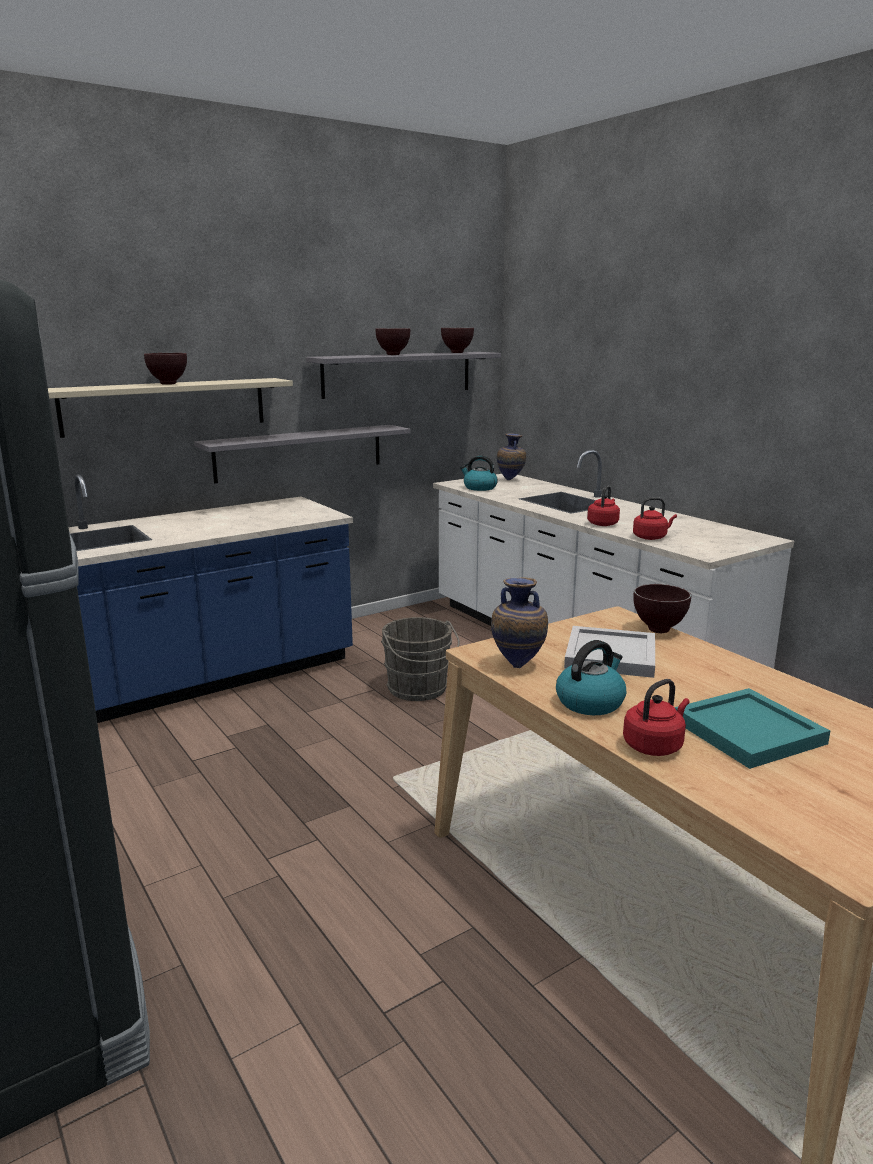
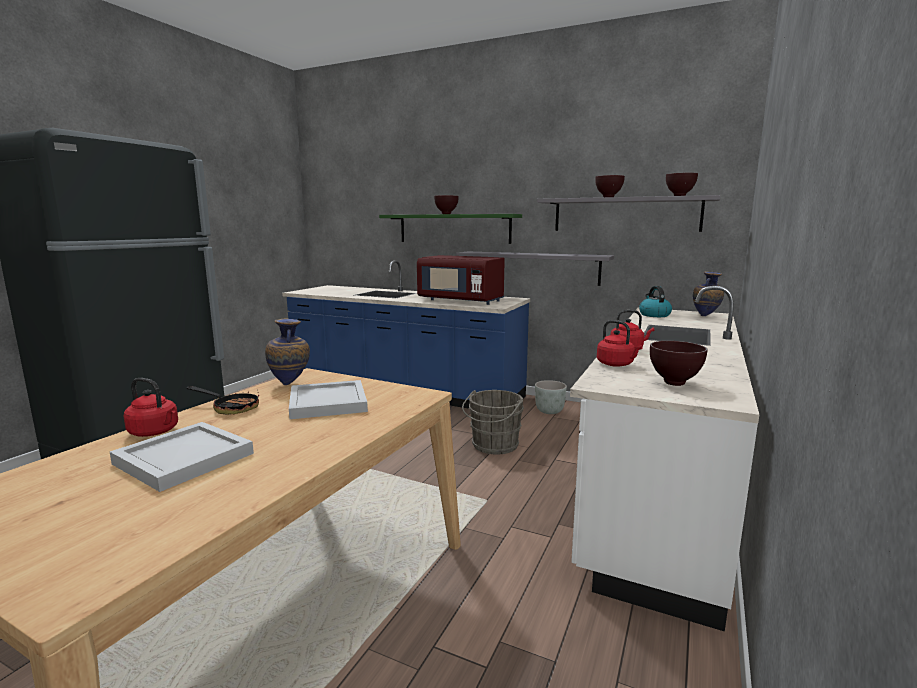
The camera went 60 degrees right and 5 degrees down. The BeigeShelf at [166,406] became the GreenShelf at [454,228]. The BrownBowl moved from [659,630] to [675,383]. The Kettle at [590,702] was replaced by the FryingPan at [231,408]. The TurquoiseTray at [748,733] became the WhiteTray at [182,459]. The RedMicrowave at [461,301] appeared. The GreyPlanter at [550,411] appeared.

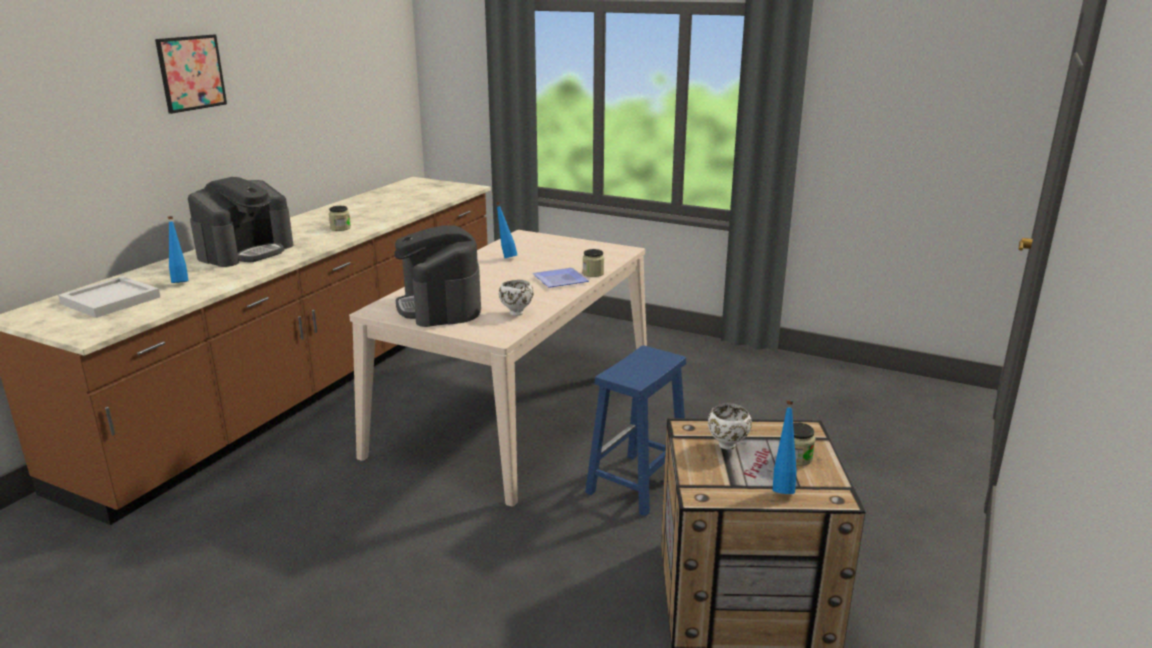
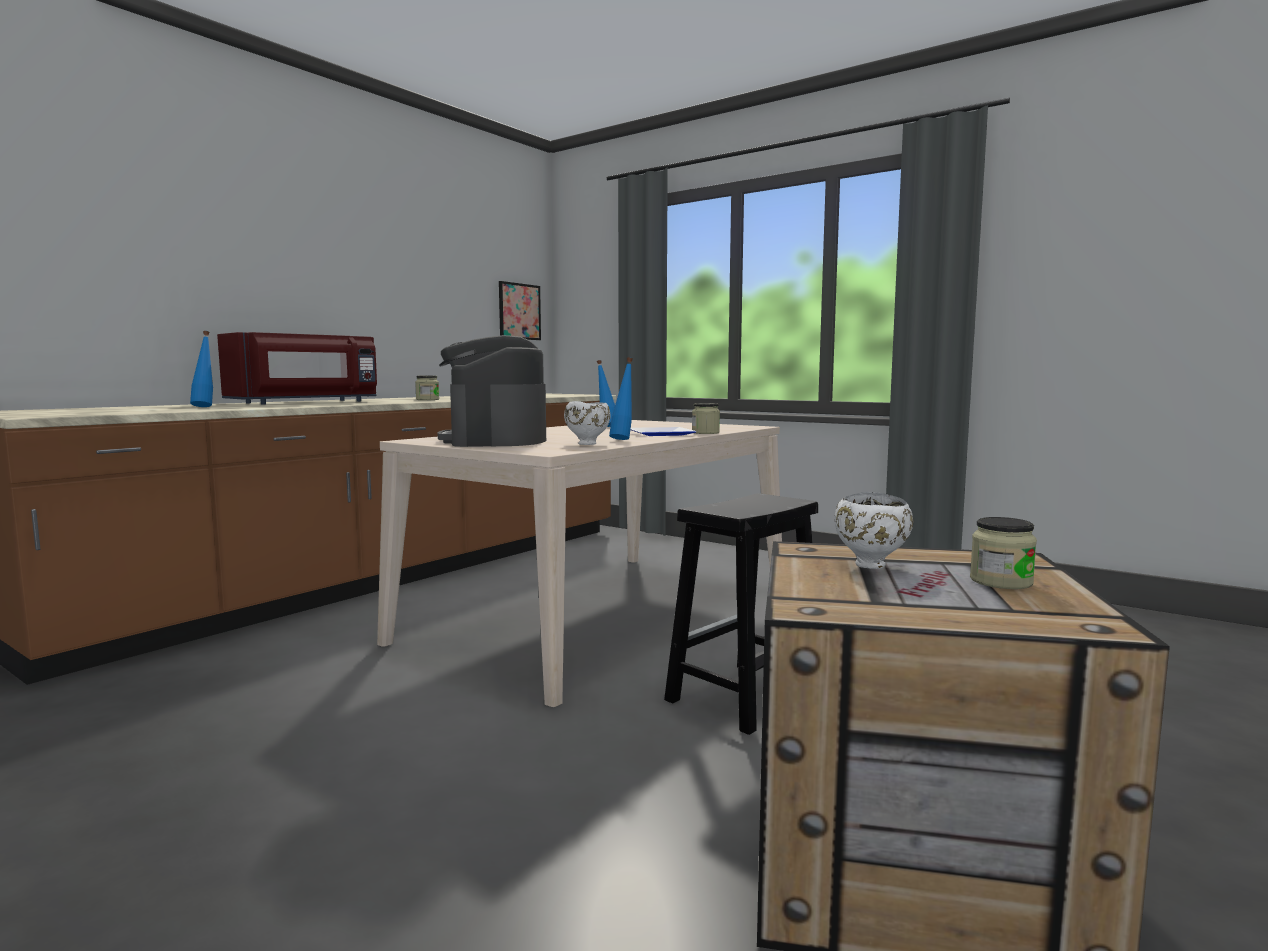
The camera went 10 degrees right and 15 degrees down. The Picture moved from [191,73] to [519,311]. The CoffeeMachine at [246,251] was replaced by the RedMicrowave at [306,402]. The WhiteTray at [112,300] disappeared. The BlueStool at [637,484] became the BlackStool at [744,697]. The BlueBottle moved from [782,487] to [623,439].

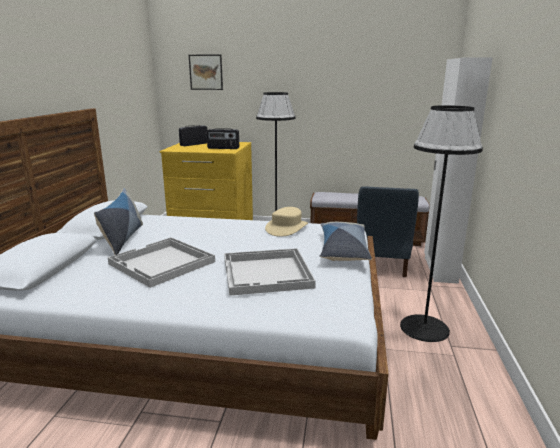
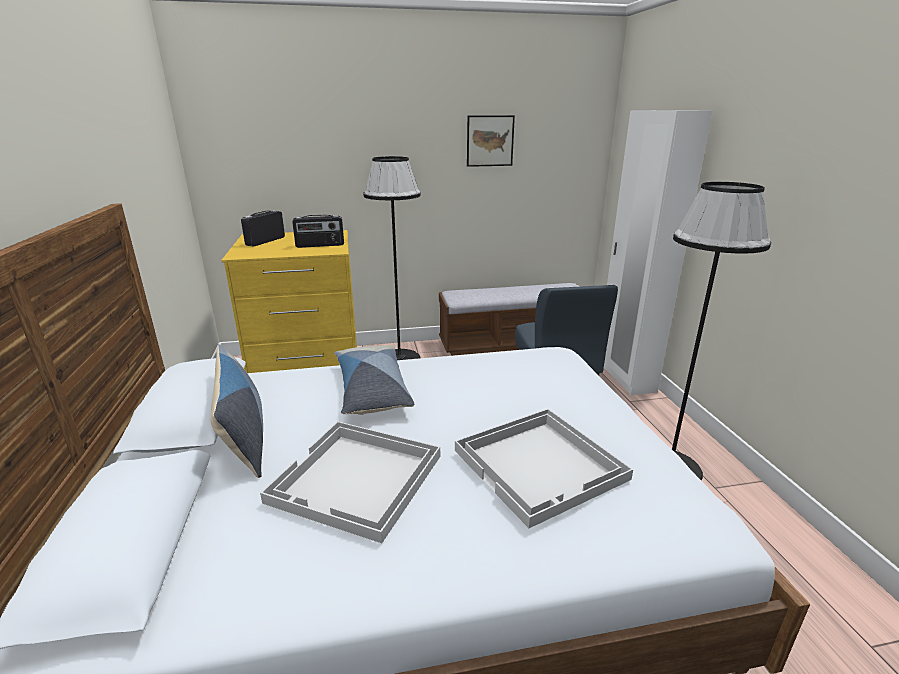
The camera went 20 degrees left and 5 degrees up. The Picture moved from [206,72] to [490,141]. The BeigeHat at [286,228] disappeared. The Pillow moved from [343,250] to [371,389].

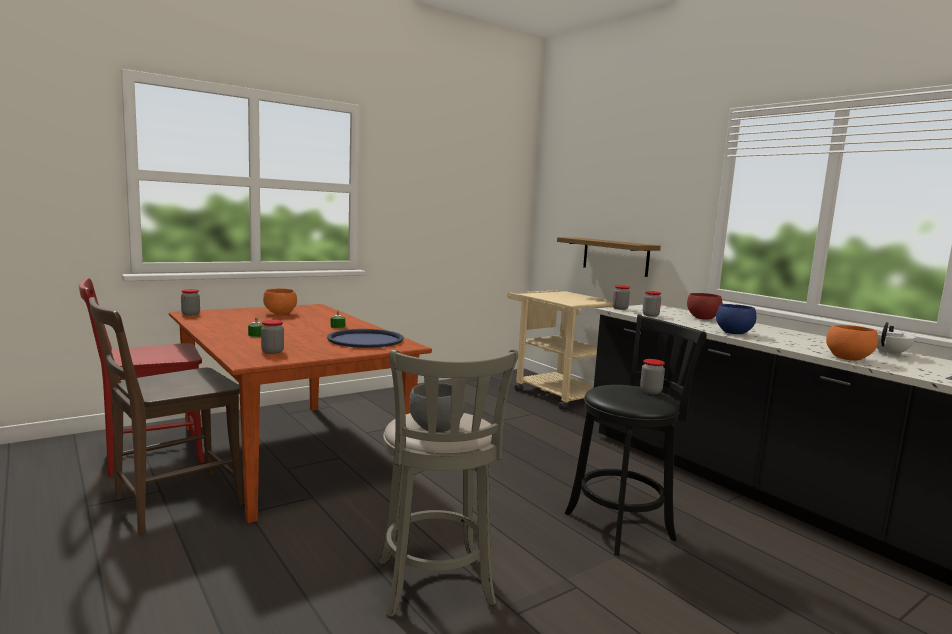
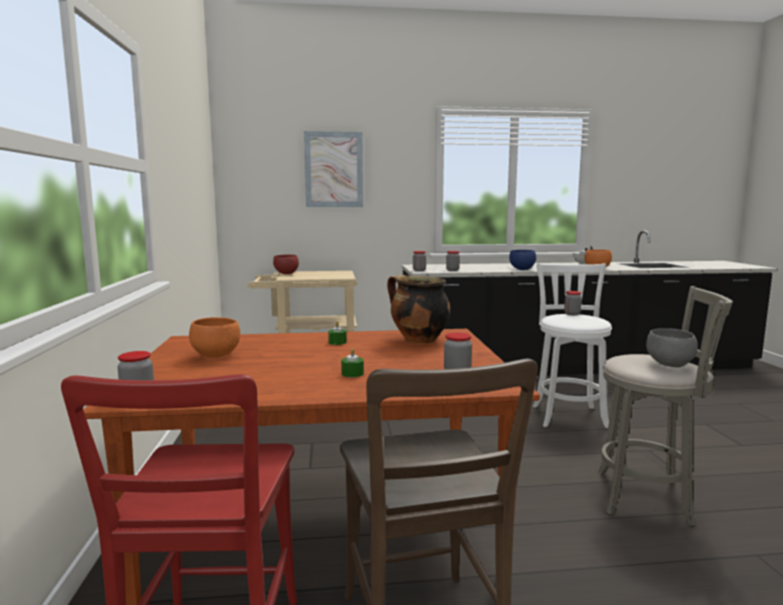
The camera went 60 degrees left and 0 degrees up. The Shelf at [615,256] disappeared. The RedBowl moved from [702,318] to [286,273]. The BlackStool at [623,525] became the WhiteStool at [568,415]. The BlueTray at [365,340] was replaced by the CookingPot at [418,340]. The Picture at [334,169] appeared.

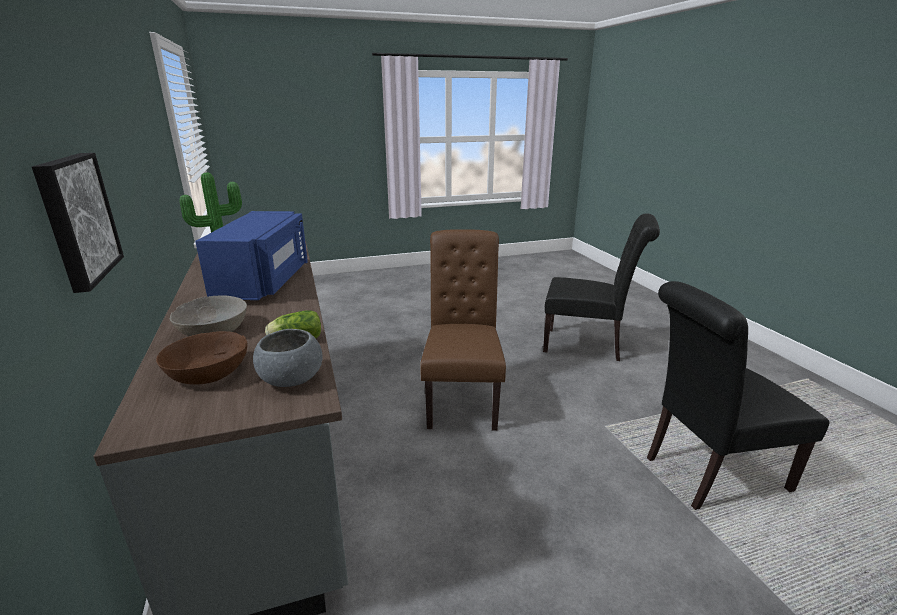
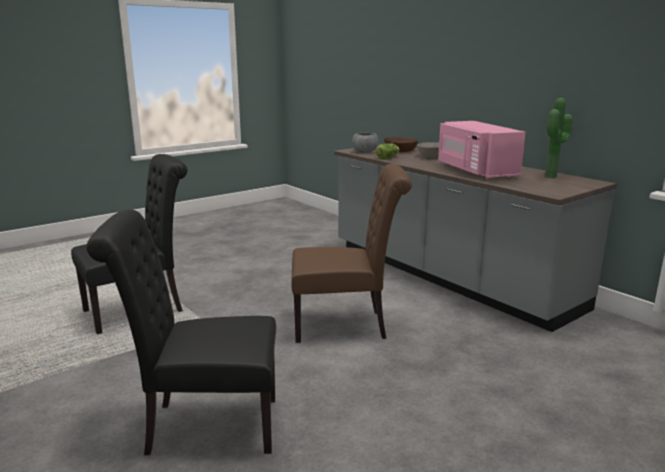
The camera went 160 degrees right and 5 degrees down. The Picture at [76,219] disappeared. The BlueMicrowave at [265,282] became the PinkMicrowave at [475,171]. The BrownChair at [462,398] turned 75 degrees counterclockwise.

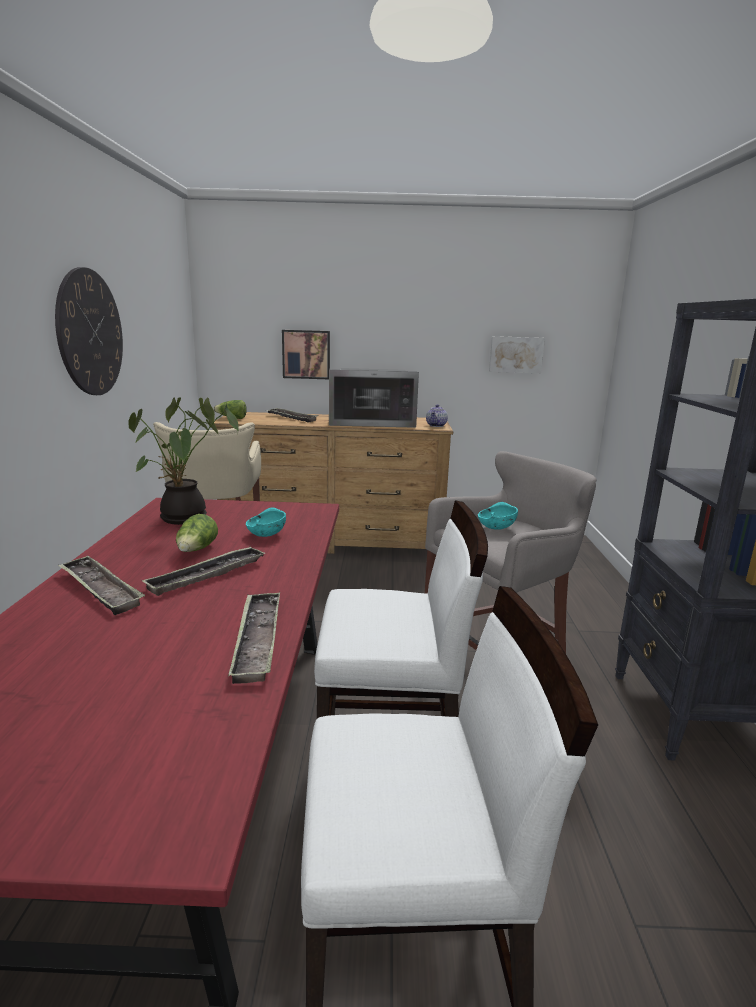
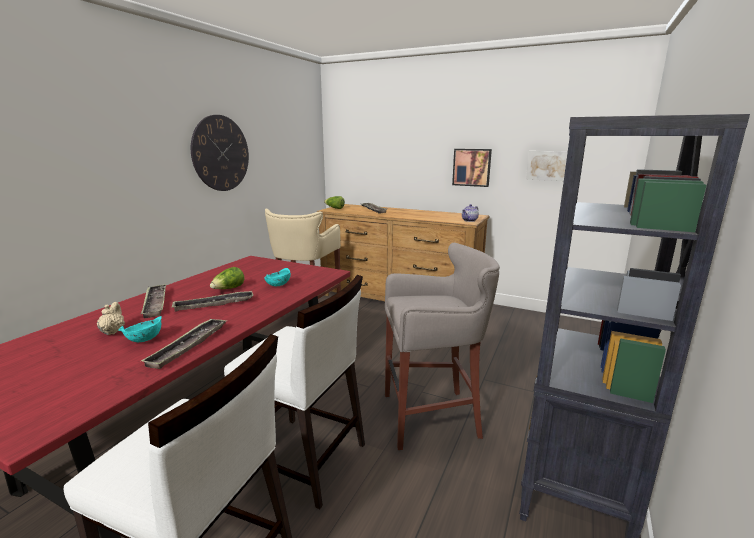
The camera went 25 degrees right and 0 degrees up. The Picture moved from [306,354] to [472,167]. The Microwave at [372,422] disappeared. The PottedPlant at [185,519] disappeared. The TurquoiseBowl moved from [496,528] to [144,340]. The BeigeTeapot at [113,331] appeared.

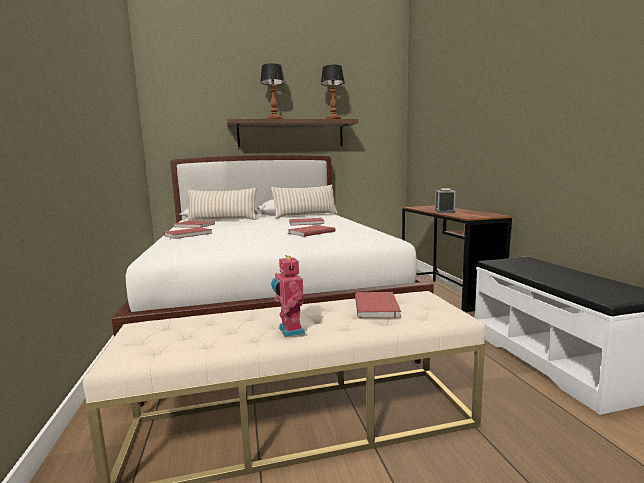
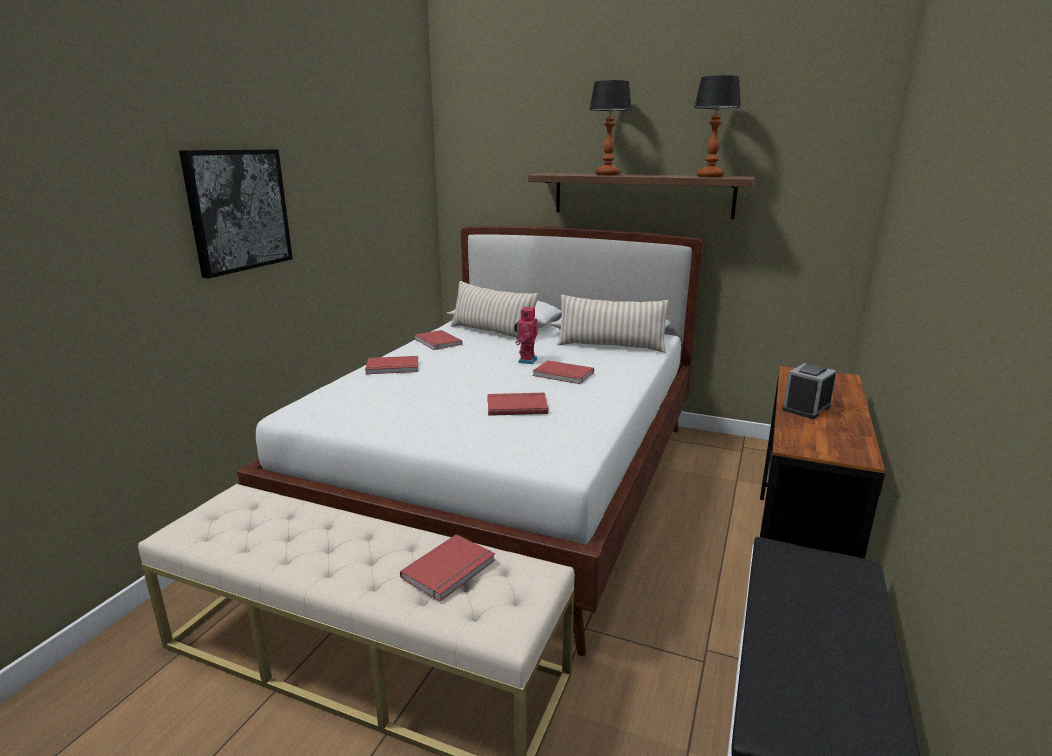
The camera went 35 degrees right and 10 degrees up. The ToyRobot moved from [289,331] to [526,360]. The Picture at [238,210] appeared.

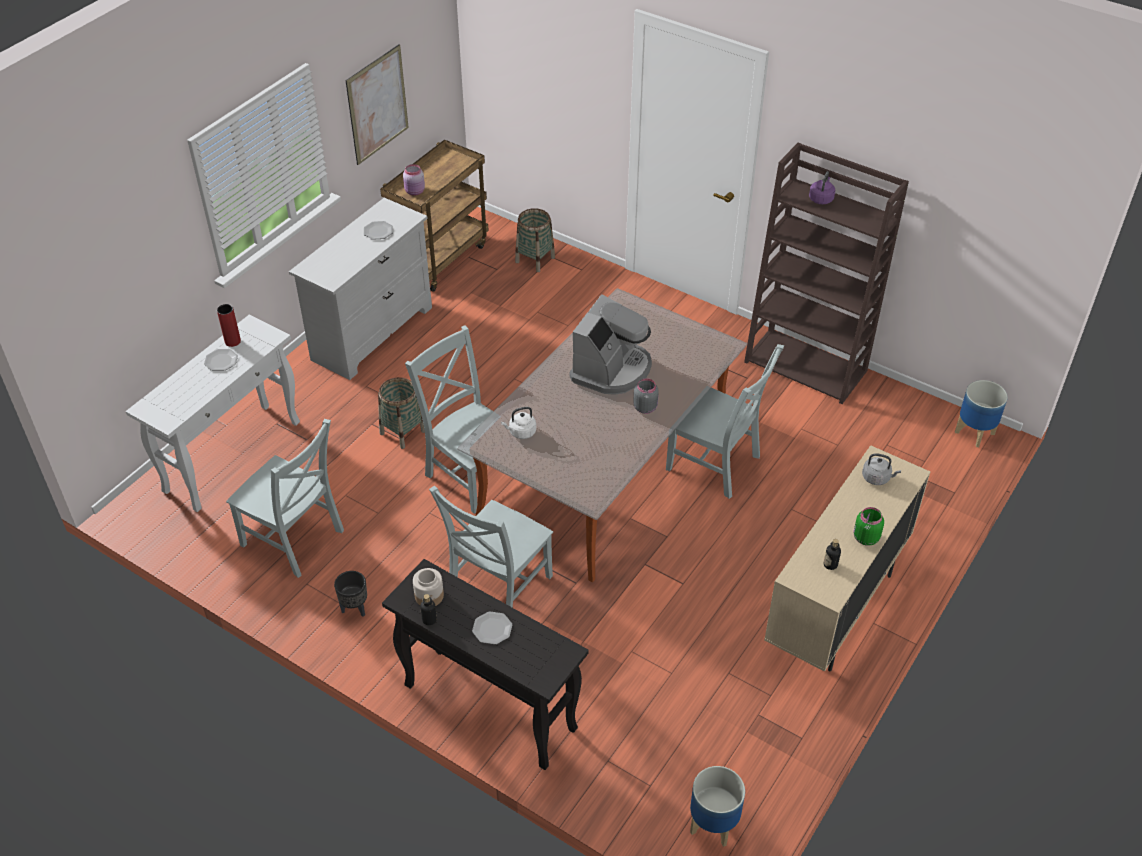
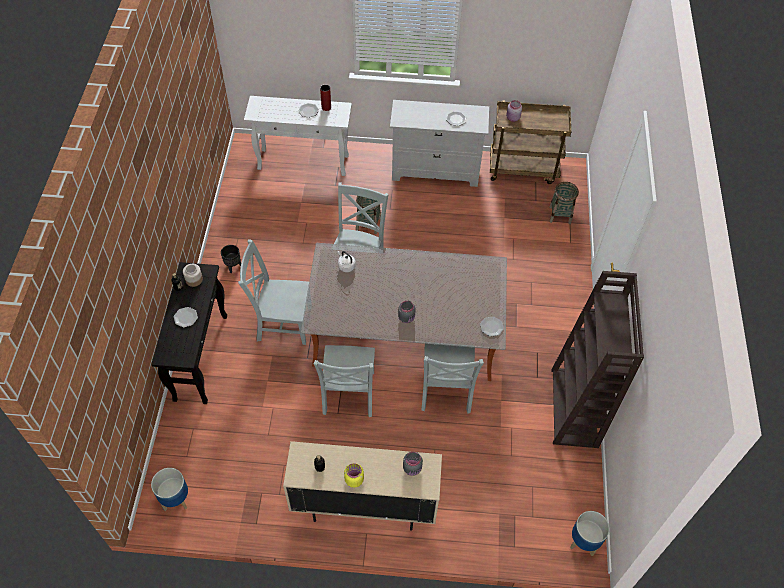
The camera went 60 degrees right and 10 degrees up. The Picture at [377,104] disappeared. The PurpleKettle at [821,198] disappeared. The CoffeeMachine at [612,369] disappeared. The GreyChair moved from [295,540] to [348,395]. The GreyKettle at [877,478] was replaced by the GreyJar at [412,468]. The GreenJar at [865,538] became the YellowJar at [354,479]. The Plate at [491,327] appeared.

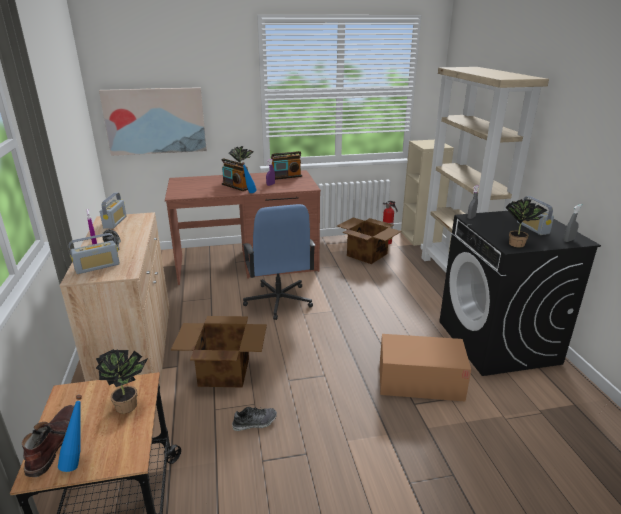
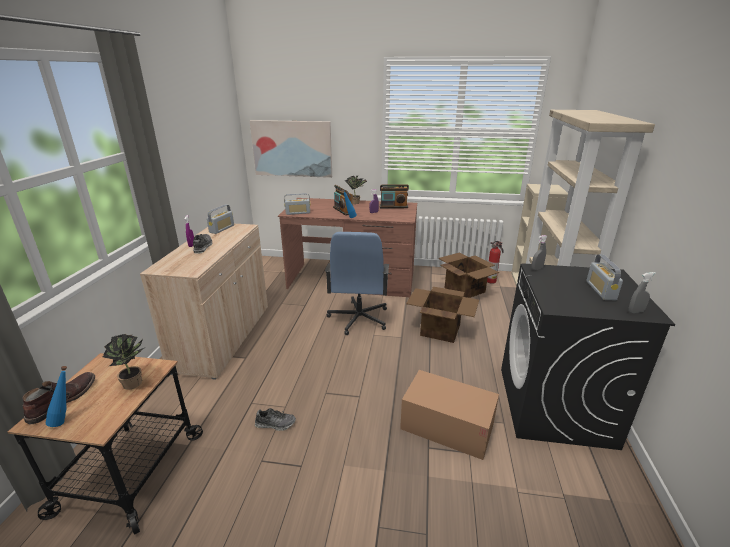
The camera went 20 degrees right and 0 degrees up. The PottedPlant at [518,243] disappeared. The Radio moved from [97,267] to [298,213]. The CardboardBox moved from [223,371] to [439,329].

